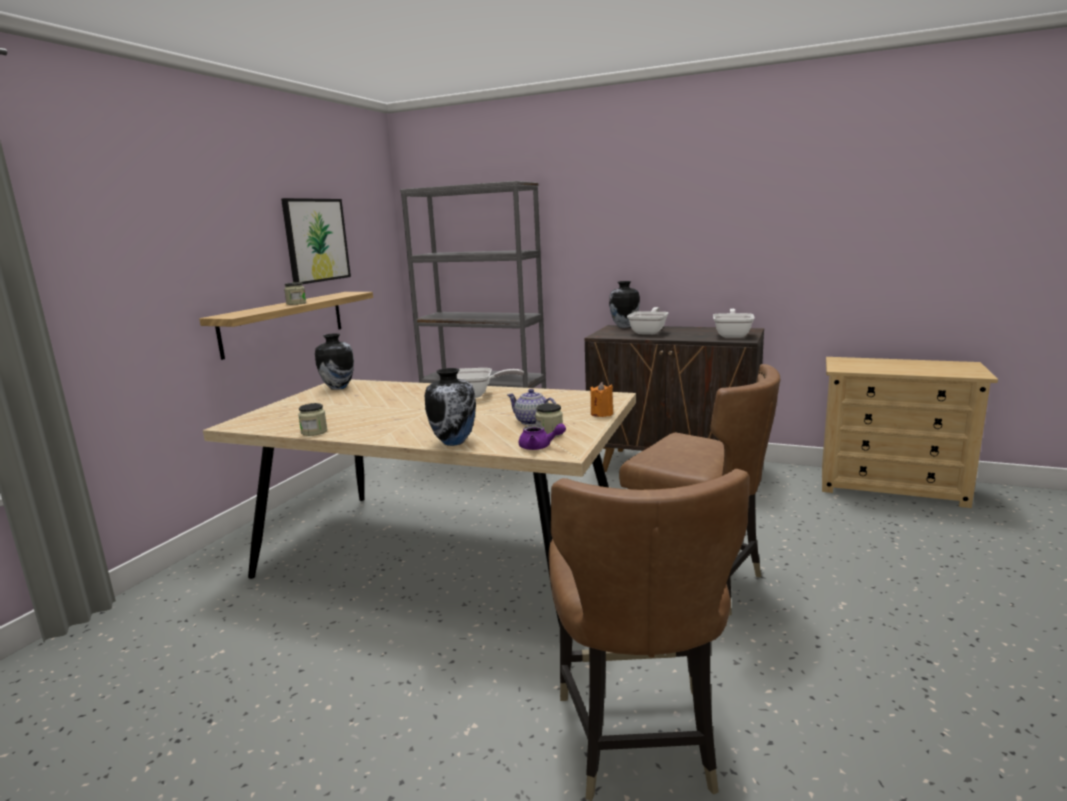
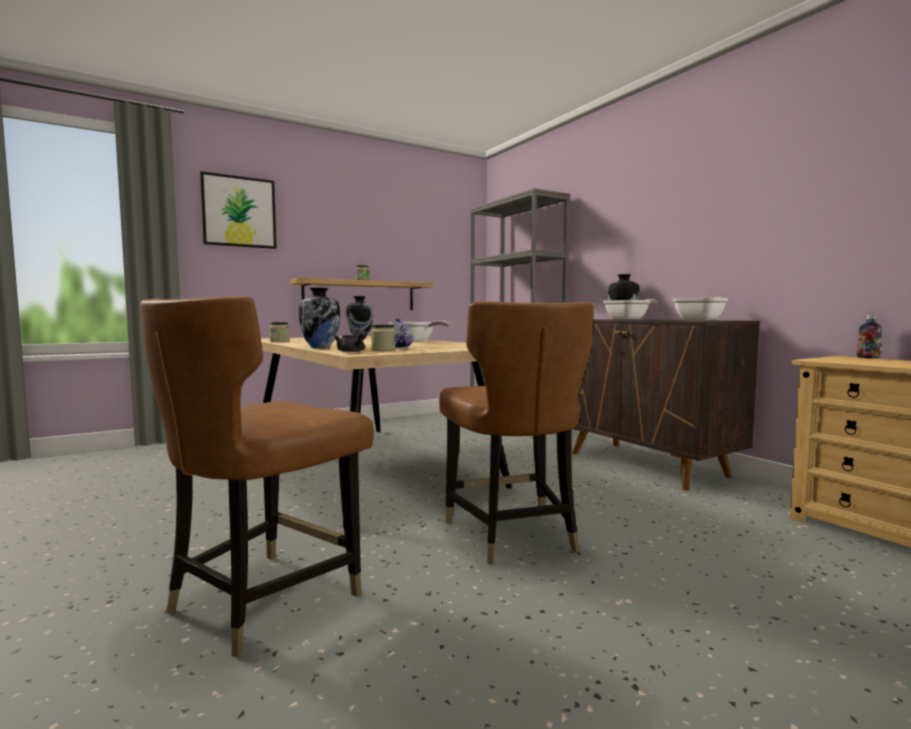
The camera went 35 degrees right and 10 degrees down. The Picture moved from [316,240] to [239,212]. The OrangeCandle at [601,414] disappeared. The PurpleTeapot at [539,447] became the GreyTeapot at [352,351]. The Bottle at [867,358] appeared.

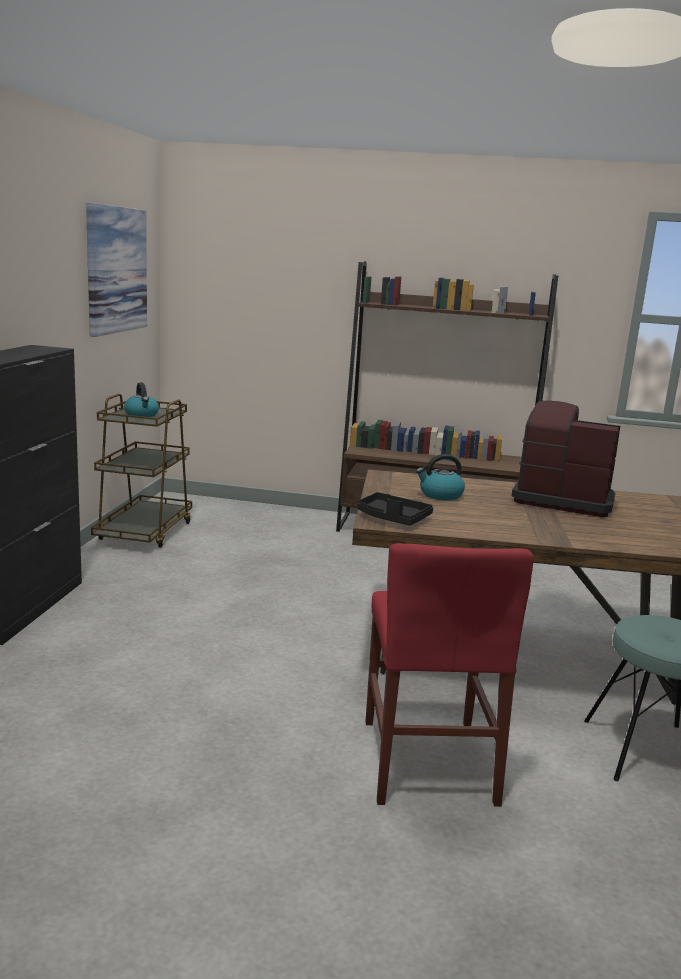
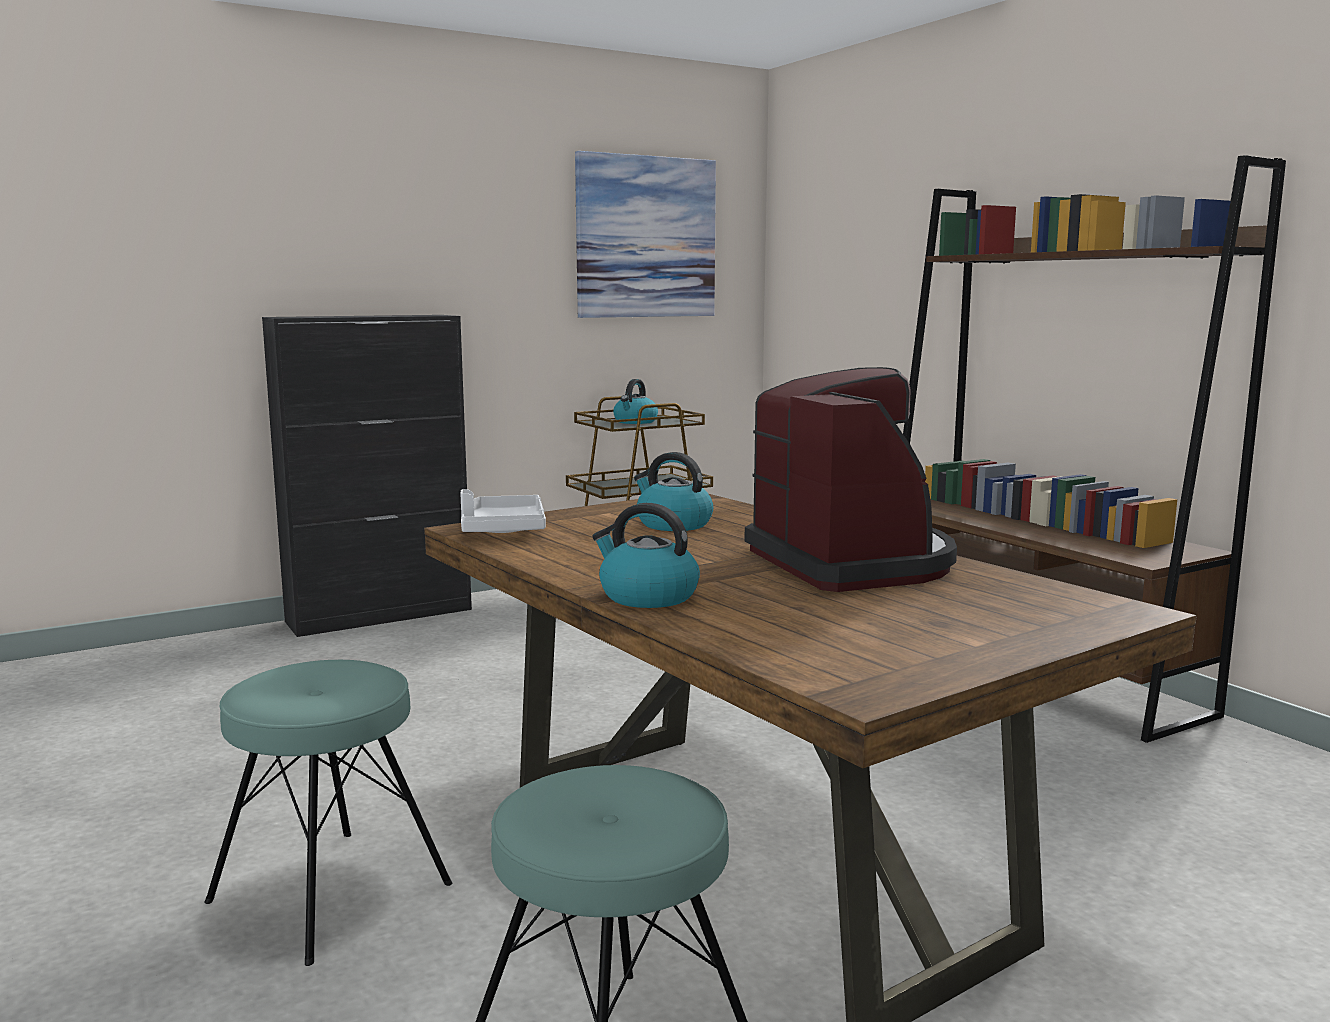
The camera went 50 degrees right and 5 degrees down. The BlackTray at [392,518] became the WhiteTray at [503,529]. The RedChair at [427,760] was replaced by the TurquoiseStool at [330,892]. The Kettle at [647,596] appeared.

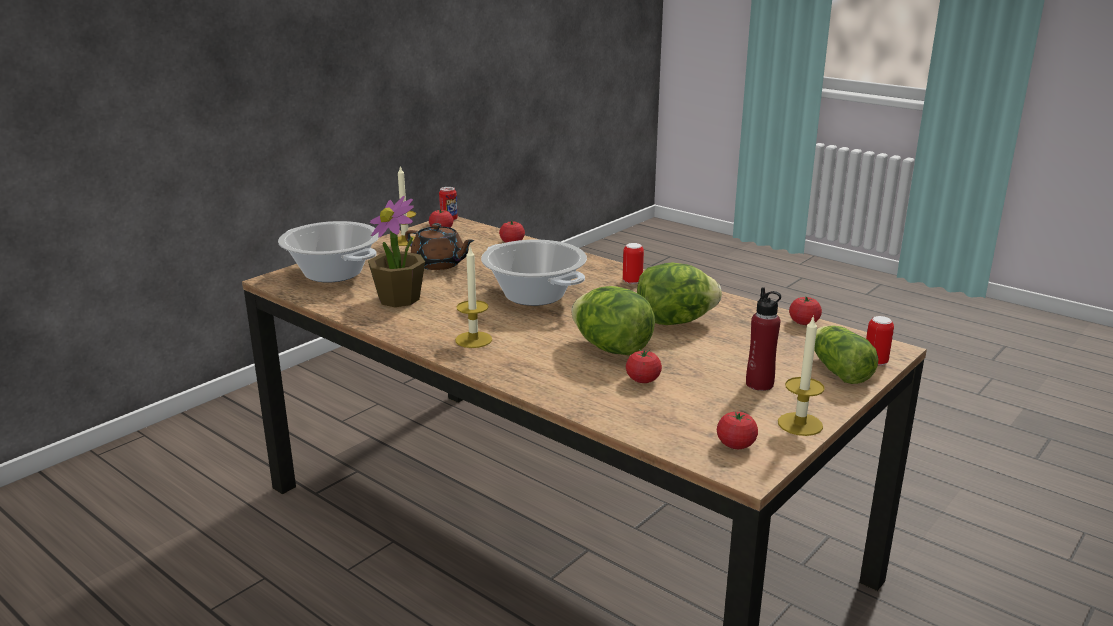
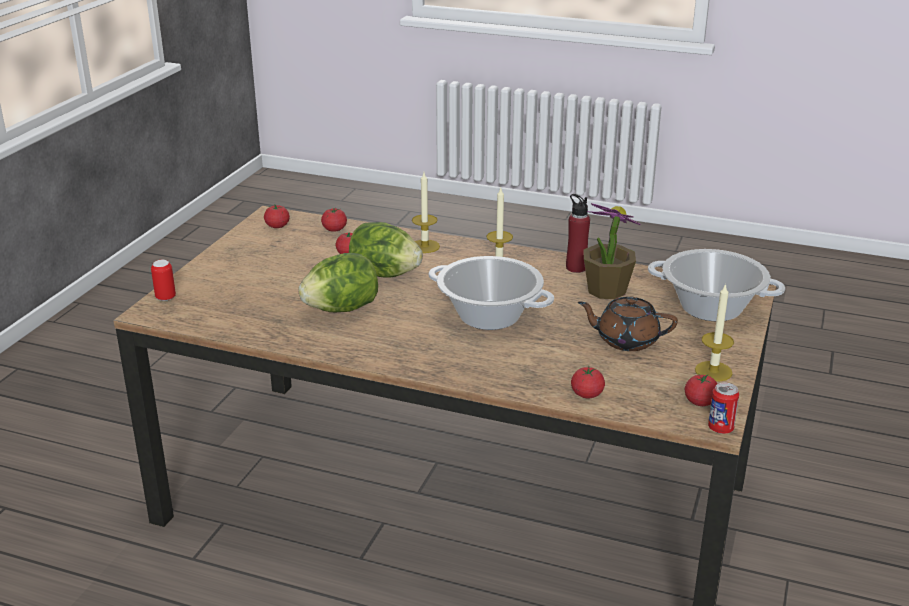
The camera went 160 degrees right and 5 degrees up. The Can at [632,281] disappeared. The RedBottle moved from [759,384] to [576,268]. The Tomato moved from [804,322] to [334,229]. The Candle moved from [800,424] to [425,246]. The Lettuce at [838,370] disappeared.

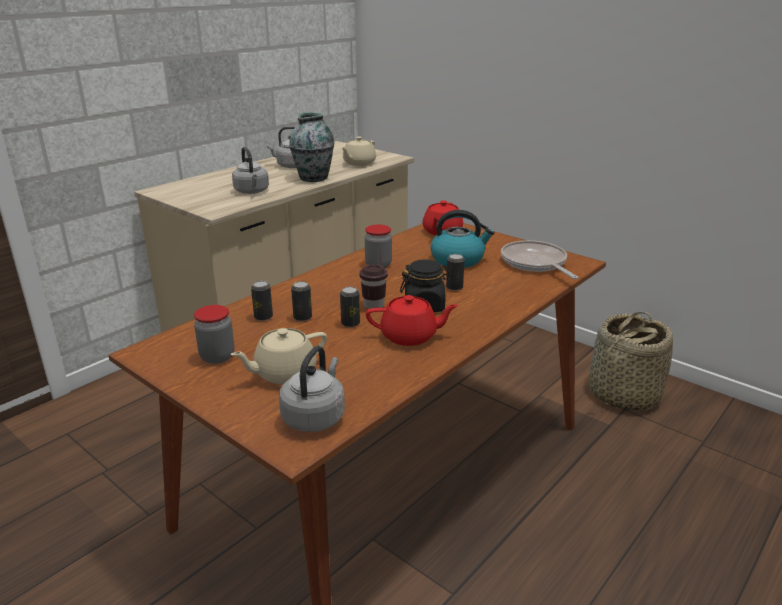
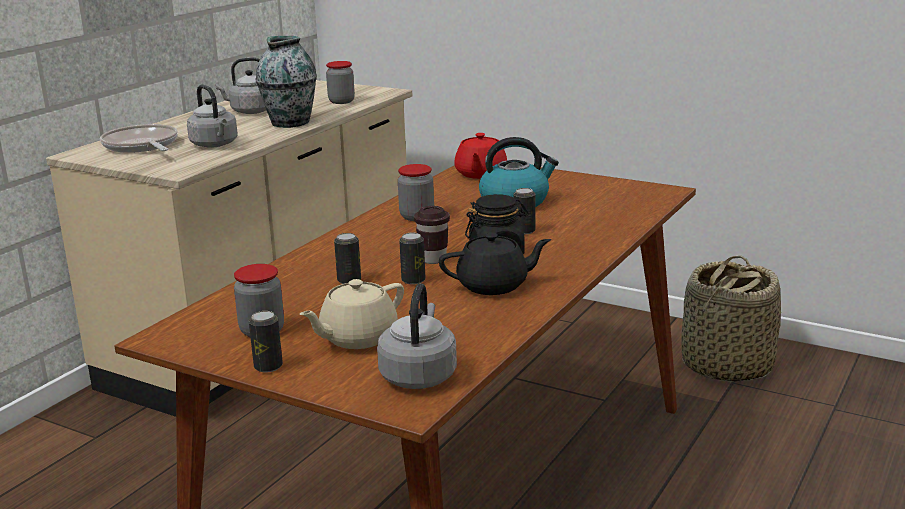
The camera went 10 degrees left and 5 degrees down. The BeigeTeapot at [358,163] was replaced by the Jar at [341,101]. The FryingPan moved from [535,263] to [141,146]. The Can moved from [263,317] to [268,366]. The RedTeapot at [410,336] became the BlackTeapot at [494,286].

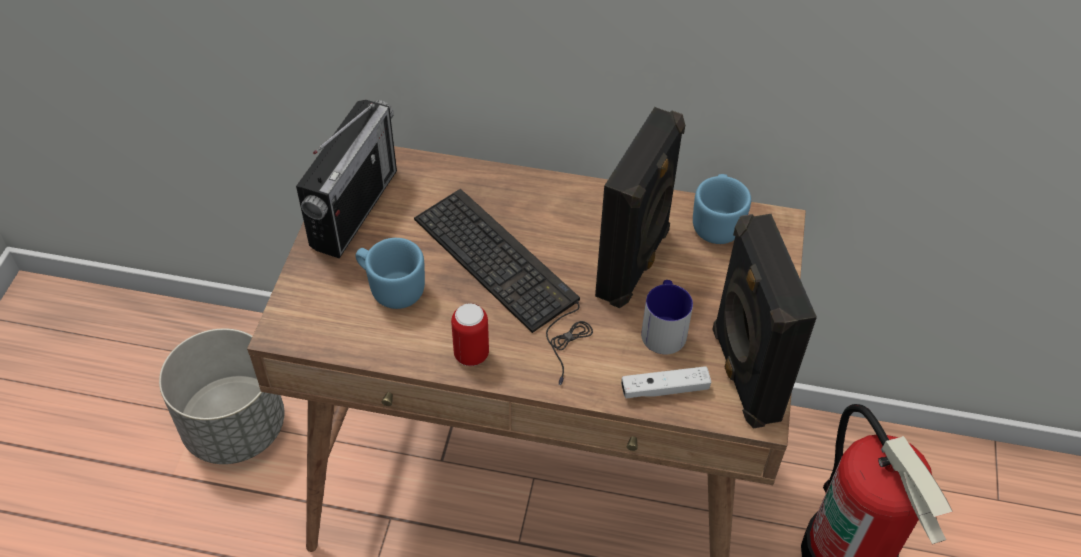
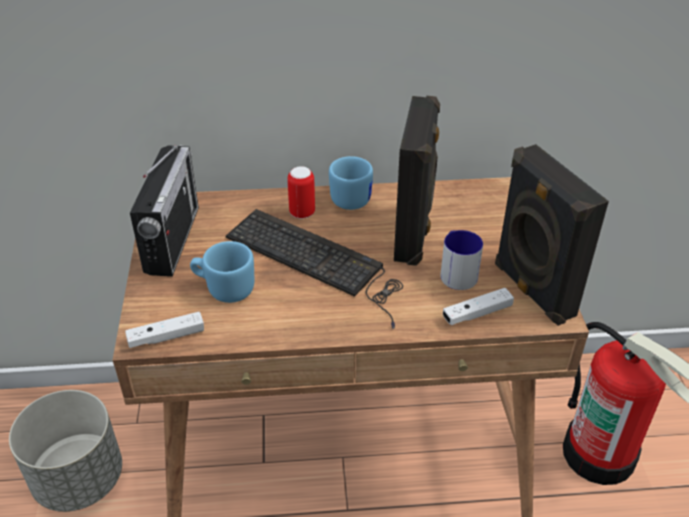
The camera went 15 degrees left and 10 degrees down. The BlueMug moved from [718,222] to [350,196]. The Can moved from [471,354] to [302,213]. The WhiteGameController at [166,337] appeared.

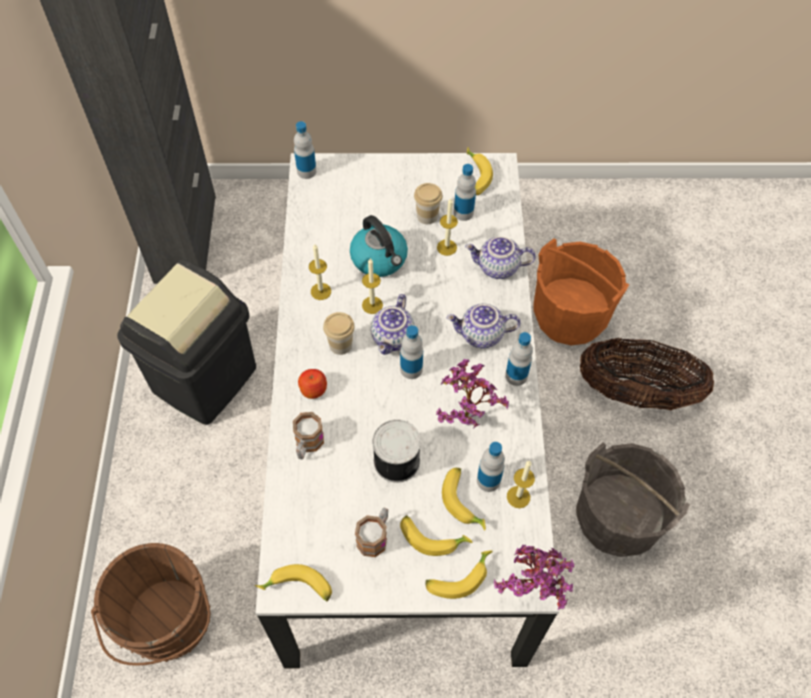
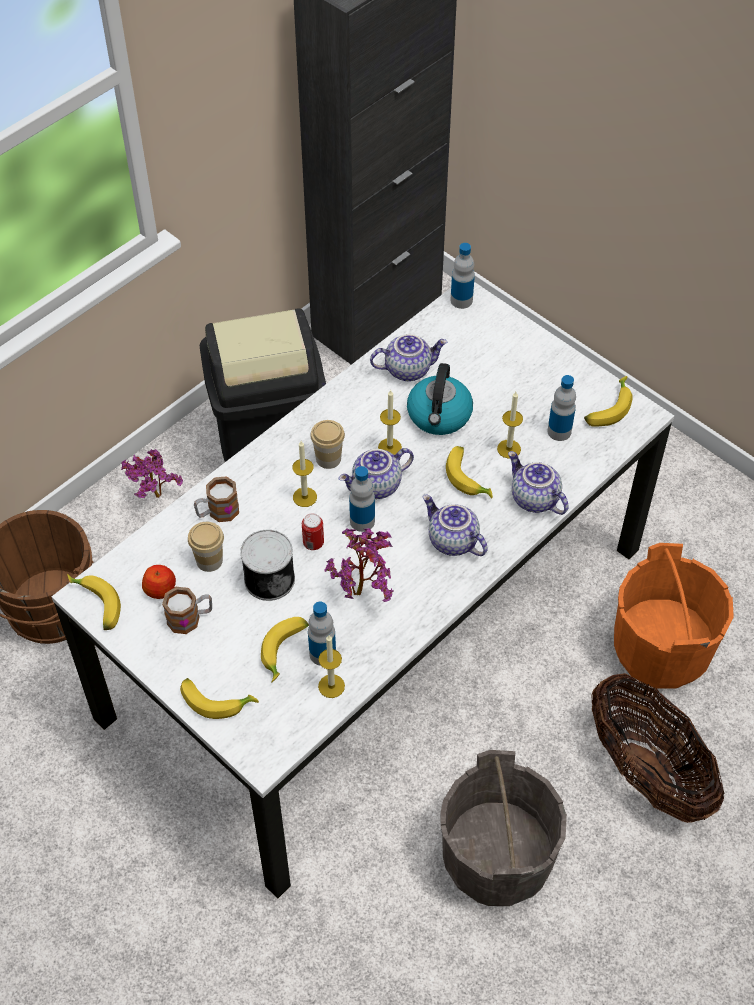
The camera went 45 degrees right and 5 degrees down. The Cup moved from [427,216] to [209,560]. The Candle moved from [321,291] to [305,497]. The Bottle at [516,376] disappeared. The Apple moved from [313,389] to [160,589]. The Banana moved from [432,536] to [469,477]. The PottedPlant moved from [533,590] to [155,499]. The Teapot at [408,369] appeared. The Can at [313,543] appeared.

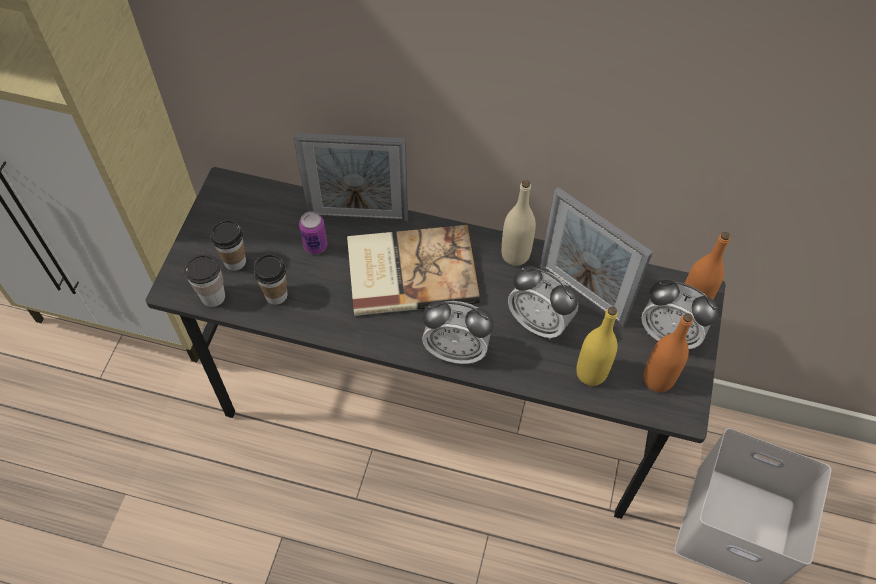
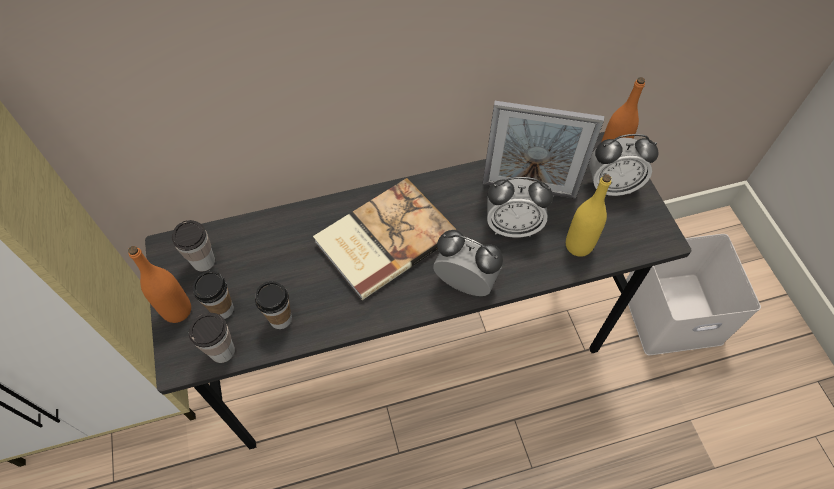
The camera went 30 degrees left and 0 degrees up. The PictureFrame at [358,217] disappeared. The BeigeBottle at [515,254] disappeared. The Can at [315,246] disappeared. The AlarmClock at [456,350] turned 135 degrees counterclockwise. The OrangeBottle moved from [658,379] to [177,310]. The Cup at [203,261] appeared.

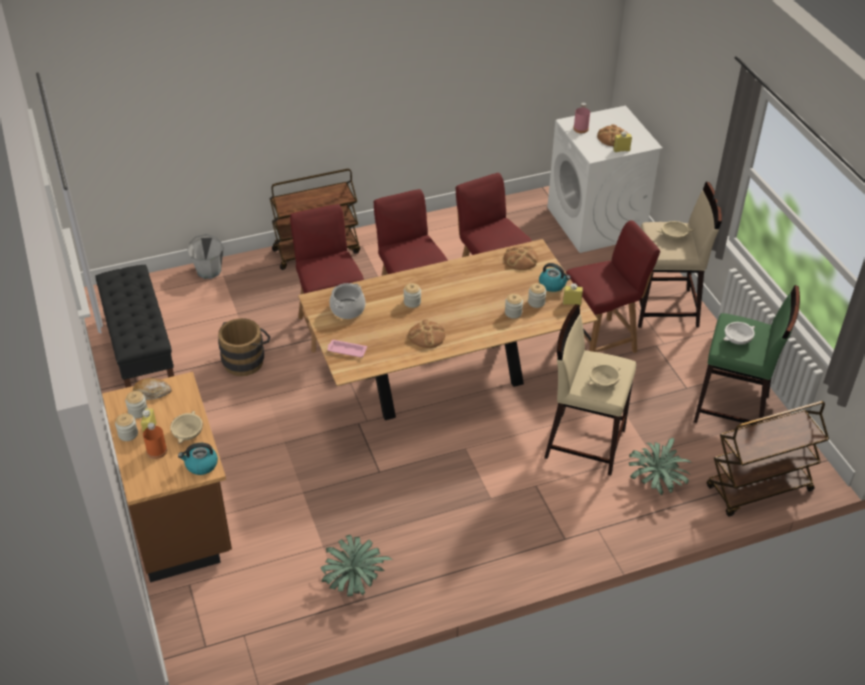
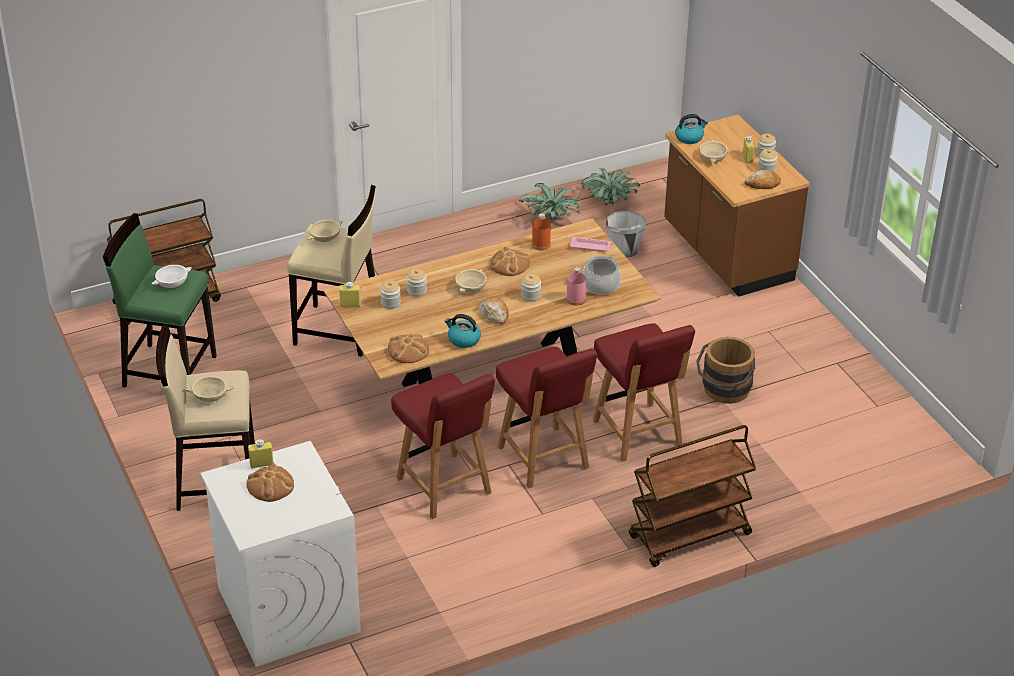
The camera went 175 degrees right and 5 degrees down. The PinkBottle moved from [580,129] to [575,299]. The RedChair at [601,342] disappeared. The GreyBucket moved from [209,270] to [624,249]. The Kettle moved from [553,284] to [463,340]. The BlackBench at [140,350] disappeared. The OrangeBottle moved from [157,451] to [541,245]. The PottedPlant moved from [656,481] to [609,203]. The BeigeBowl at [470,287] appeared. The Bread at [494,314] appeared.

